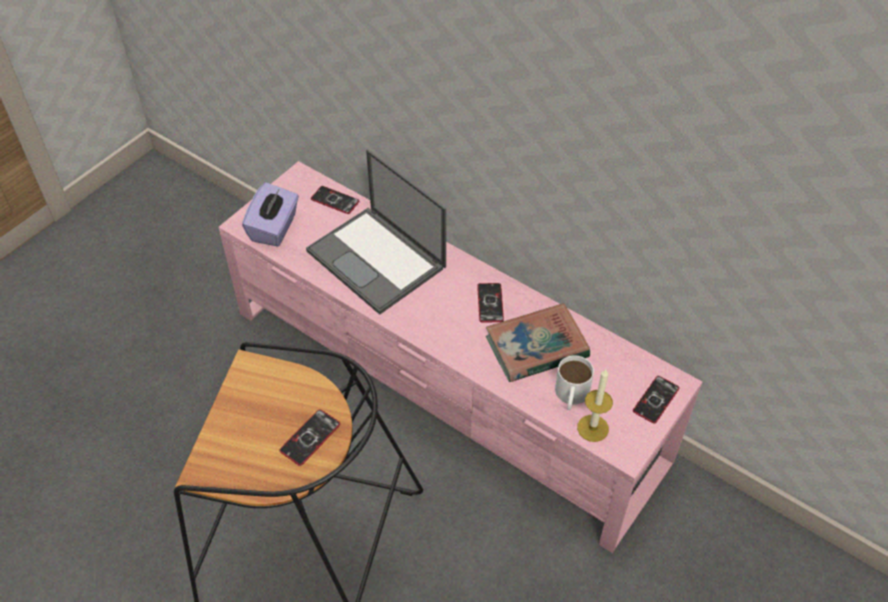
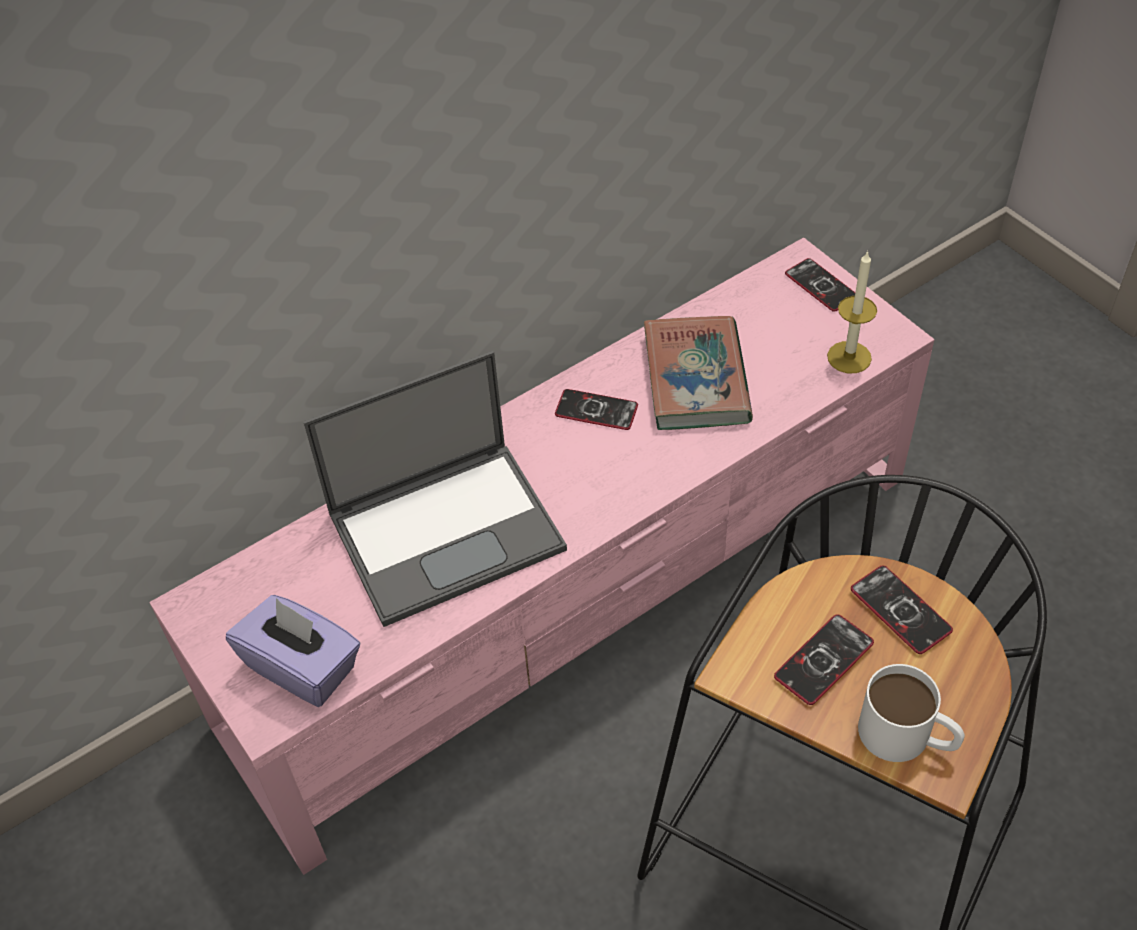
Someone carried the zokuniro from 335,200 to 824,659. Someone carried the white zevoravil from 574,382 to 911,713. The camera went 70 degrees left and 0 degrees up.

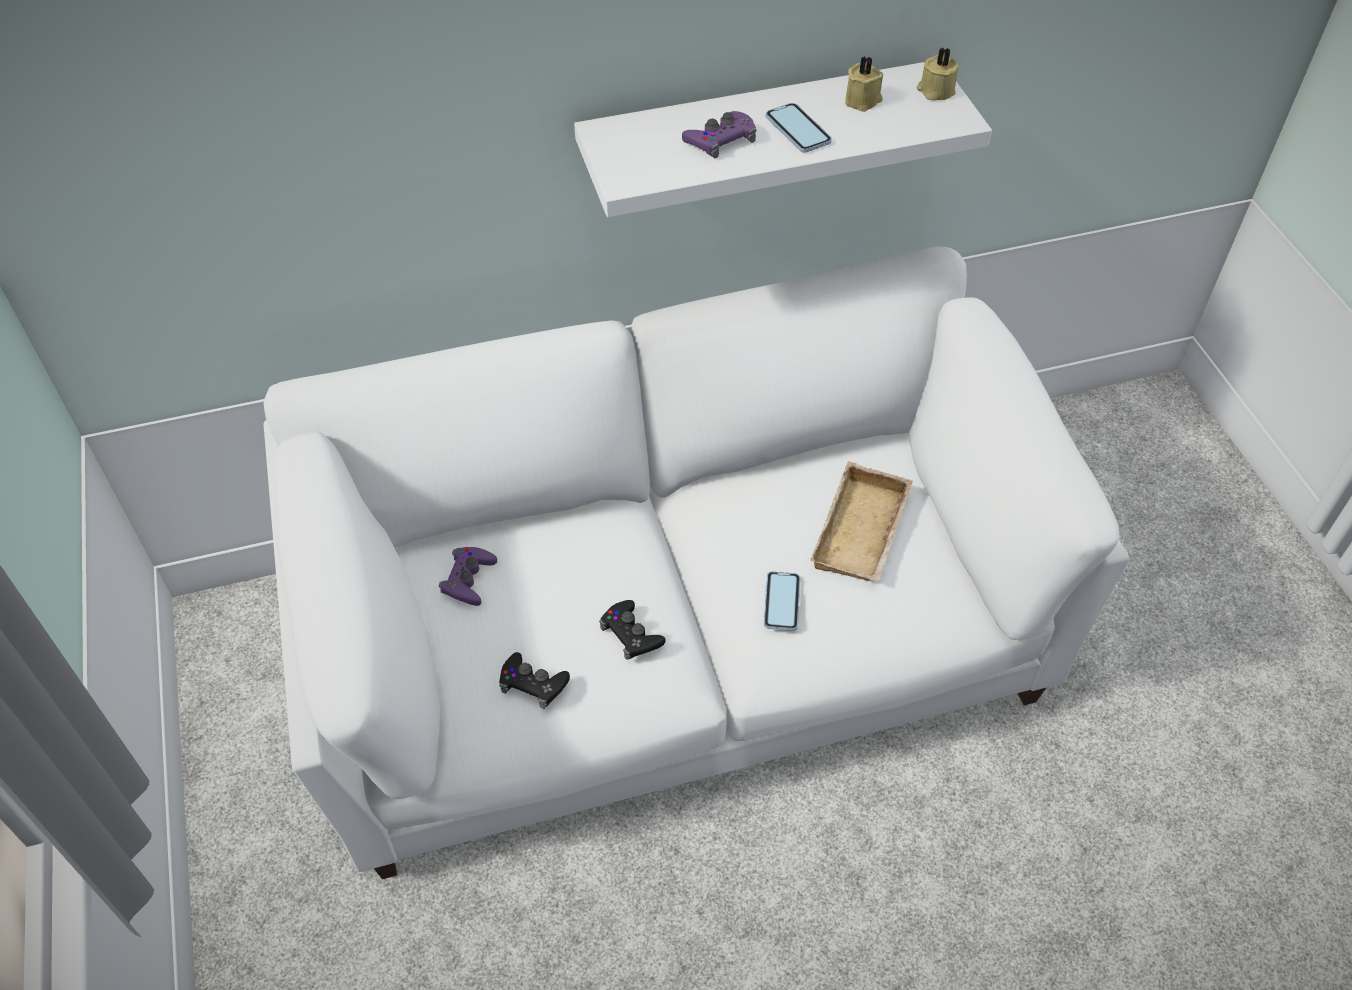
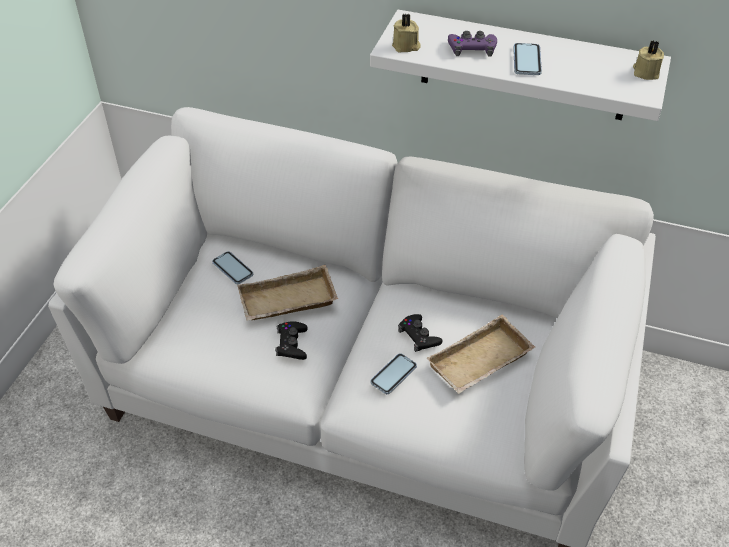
Someone put down the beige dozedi at 287,293. Someone carried the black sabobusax from 534,680 to 420,333. Someone carried the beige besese from 864,84 to 406,33. Someone swapped the purple sabobusax at 468,576 for the zokuniro at 232,267. The camera went 35 degrees right and 5 degrees down.

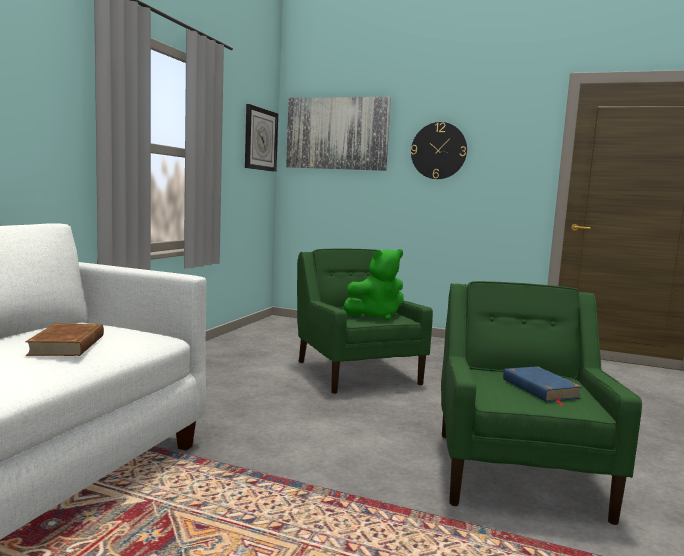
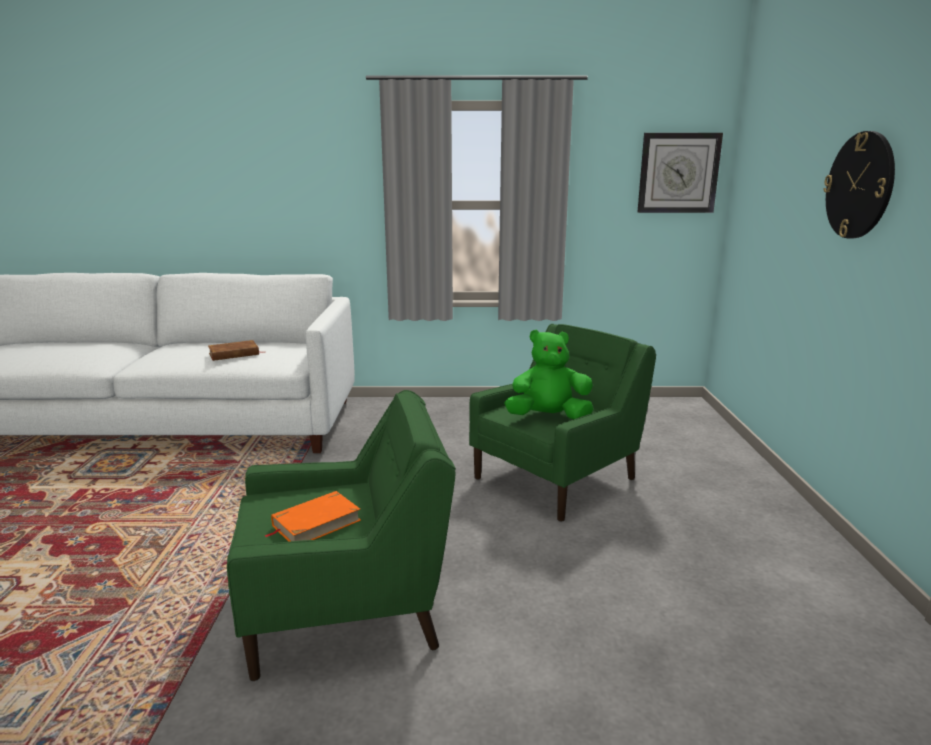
Someone took away the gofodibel at 338,134. Someone repainted the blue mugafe at 543,386, which became the orange mugafe at 312,516. Someone rotated the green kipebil at 373,284 by 135 degrees clockwise. The camera went 70 degrees right and 10 degrees up.

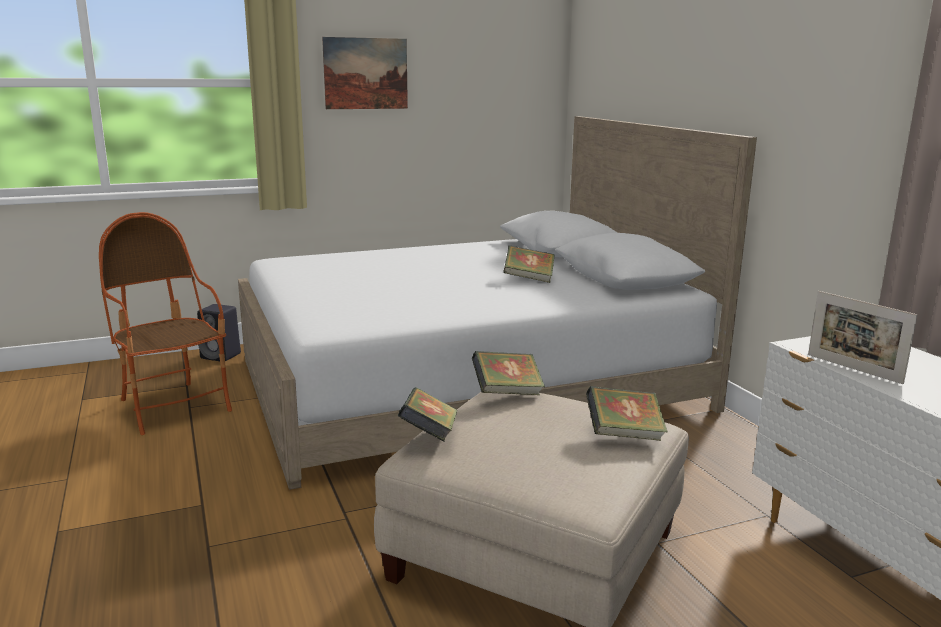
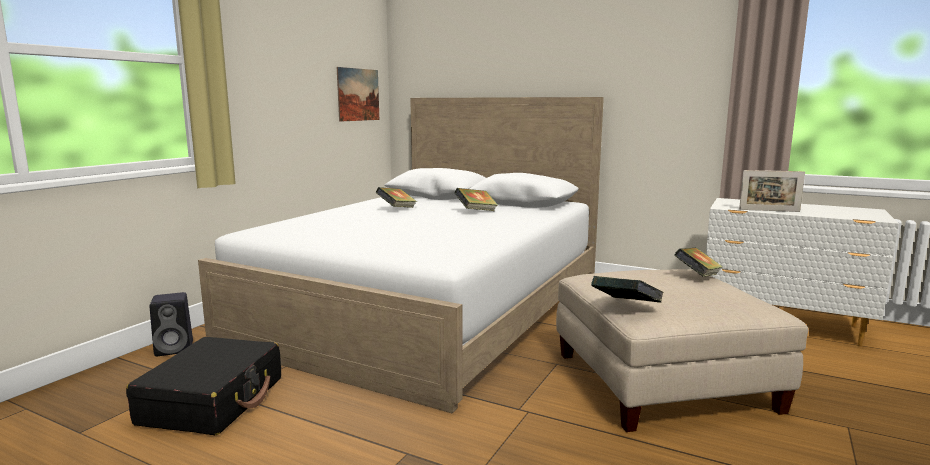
Someone carried the gofodibel from 365,73 to 358,94. Someone carried the mugafe from 508,373 to 396,197. Someone swapped the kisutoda at 165,323 for the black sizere at 203,386. The camera went 40 degrees left and 5 degrees down.

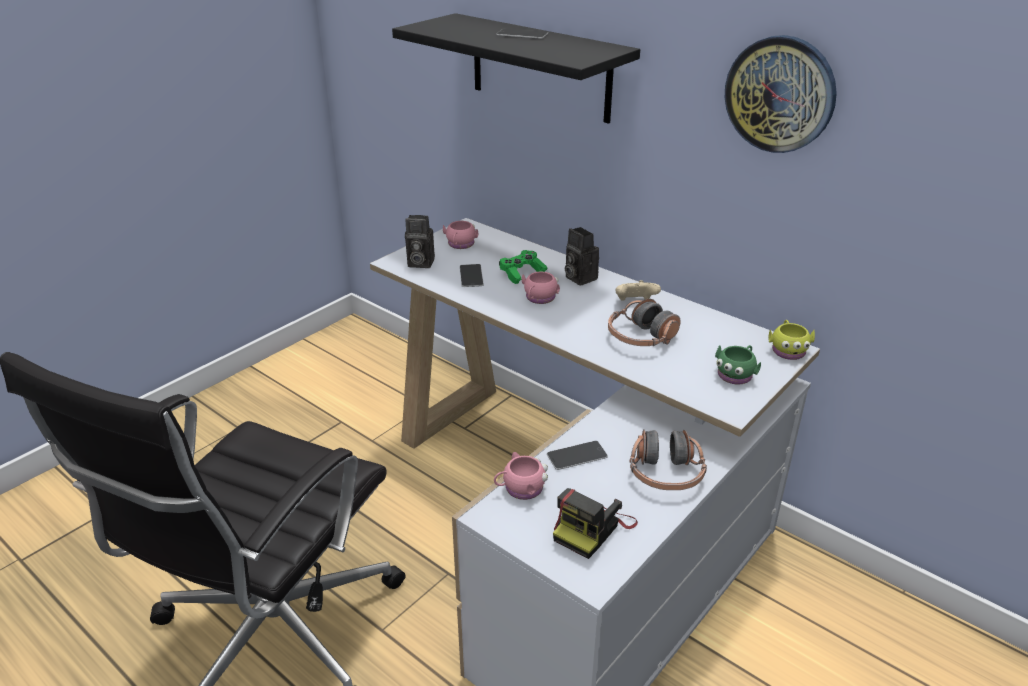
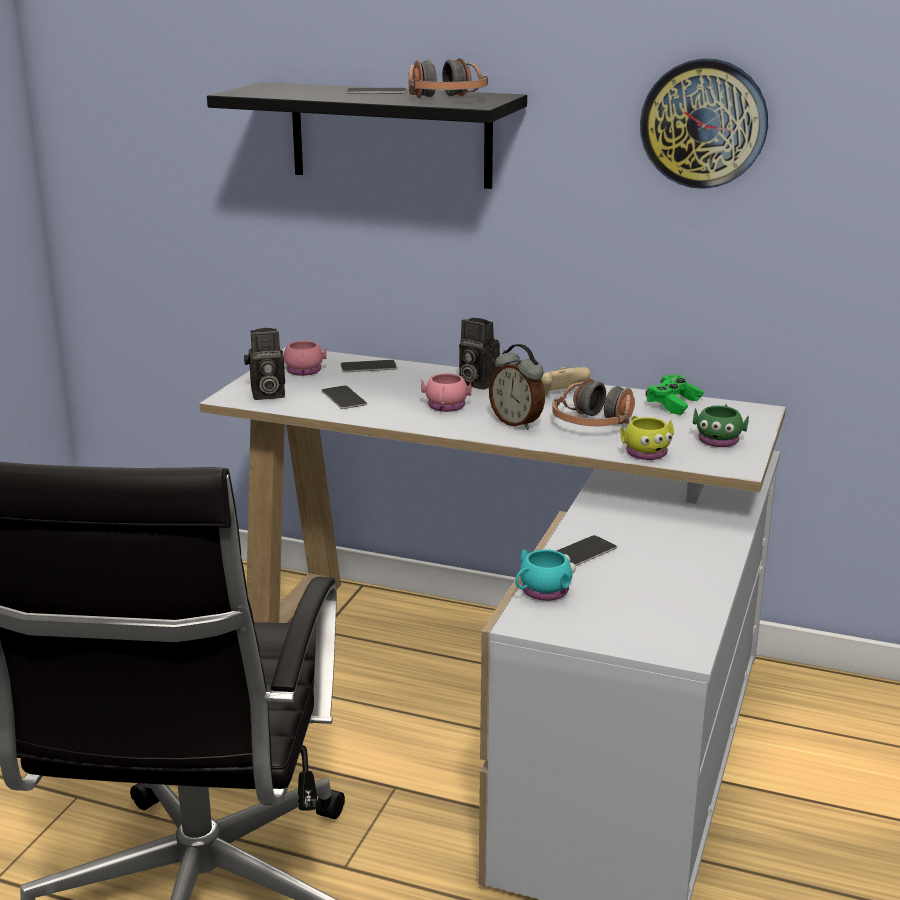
Someone took away the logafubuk at 595,523. Someone put down the zokuniro at 368,366. Someone put down the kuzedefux at 517,387. Someone carried the green sabobusax from 523,267 to 675,395. Someone carried the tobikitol from 668,459 to 448,78. Someone carried the yellow zevoravil from 792,340 to 647,438. Someone repainted the pink zevoravil at 521,476, which became the turquoise zevoravil at 545,575. The camera went 20 degrees left and 10 degrees down.

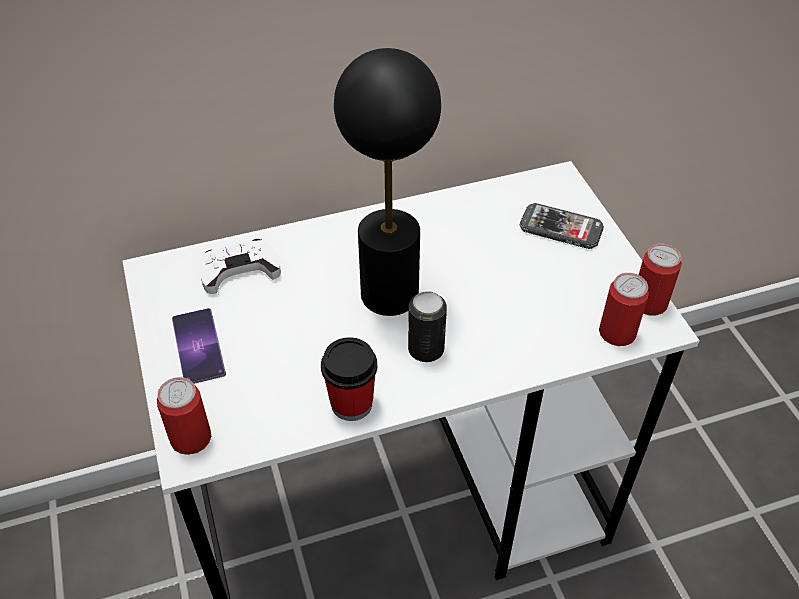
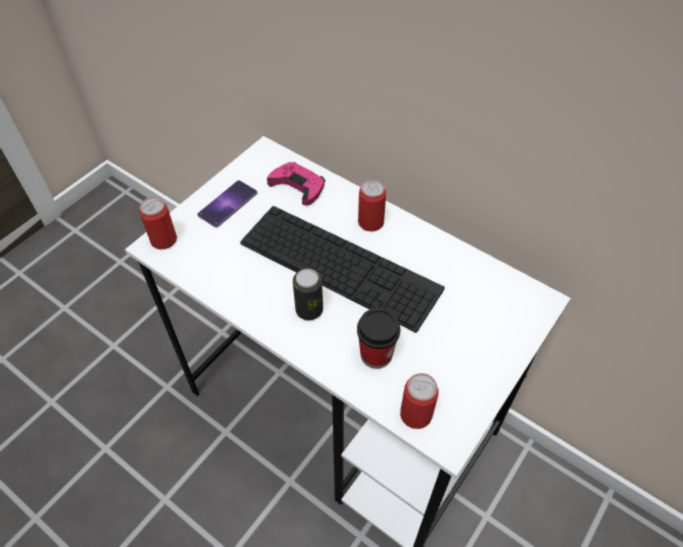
Someone took away the zokuniro at 562,226. Someone carried the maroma from 349,379 to 378,338. Someone carried the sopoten from 660,279 to 372,205. Someone swapped the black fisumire at 387,182 for the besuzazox at 342,269. Someone repainted the white sabobusax at 240,266, which became the pink sabobusax at 296,184. The camera went 55 degrees right and 5 degrees up.

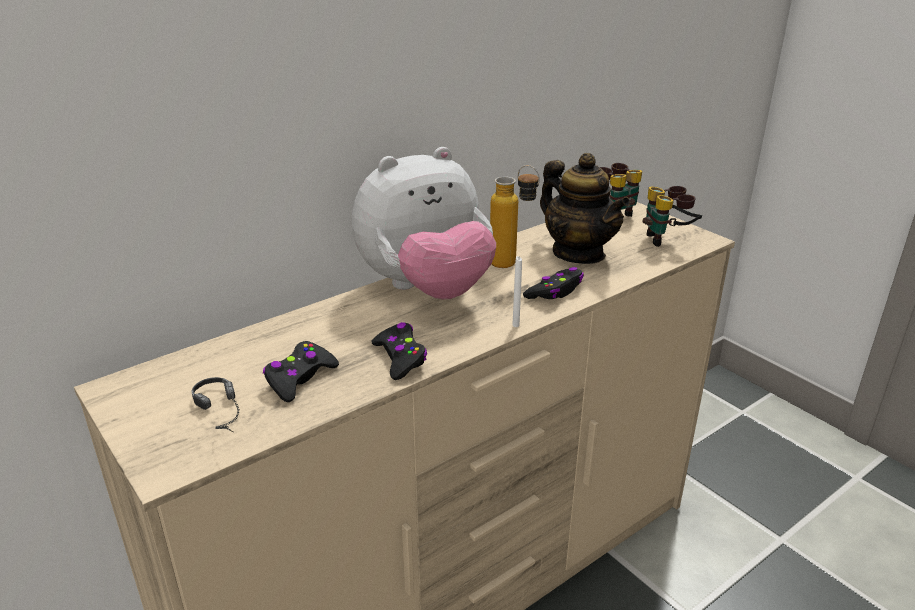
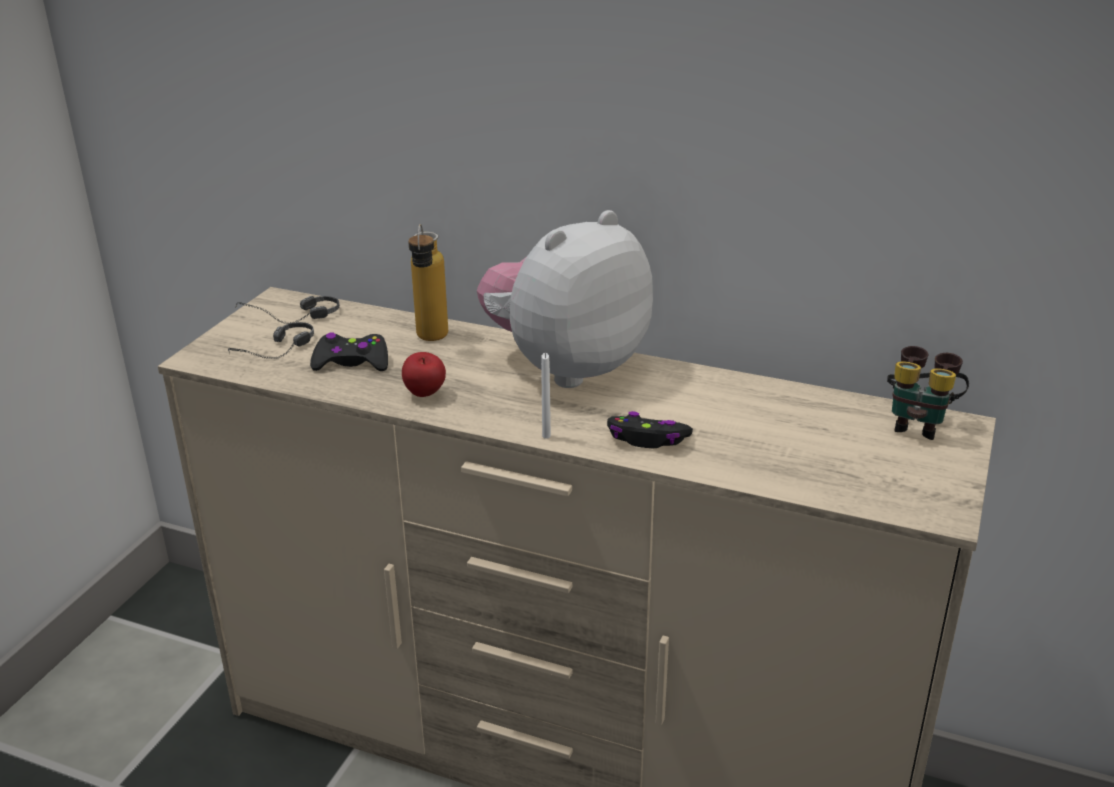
Someone took away the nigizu at 585,208. Someone took away the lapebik at 672,216. Someone put down the tobikitol at 287,310. Someone carried the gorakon from 515,216 to 428,282. Someone swapped the black sabobusax at 399,351 for the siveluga at 424,374. Someone rotated the kipebil at 424,223 by 105 degrees clockwise. The camera went 60 degrees right and 0 degrees up.

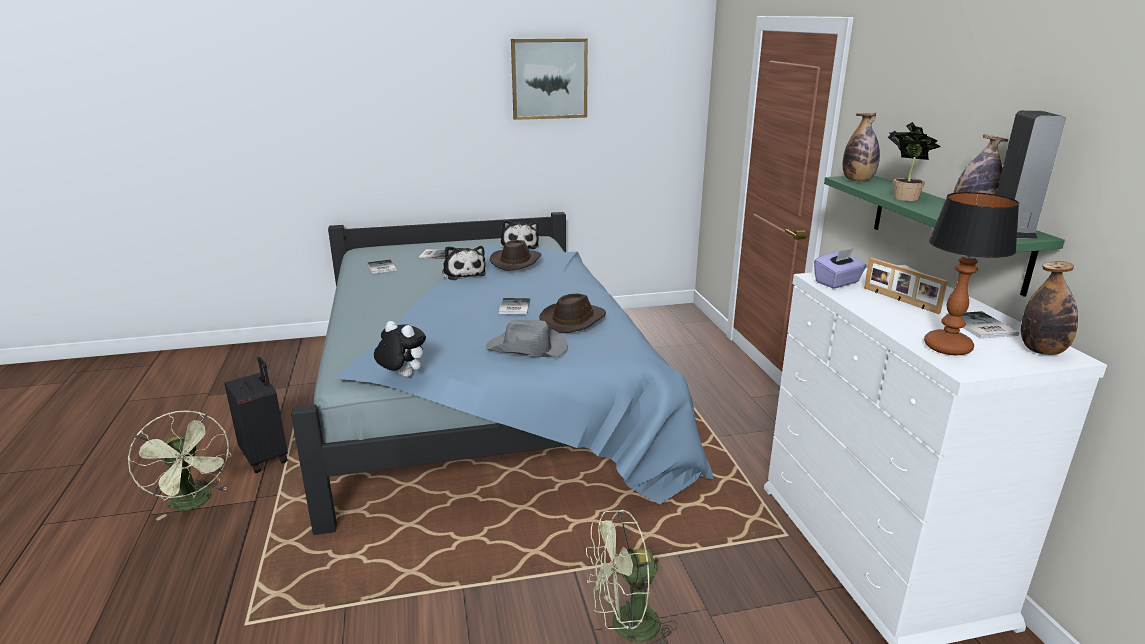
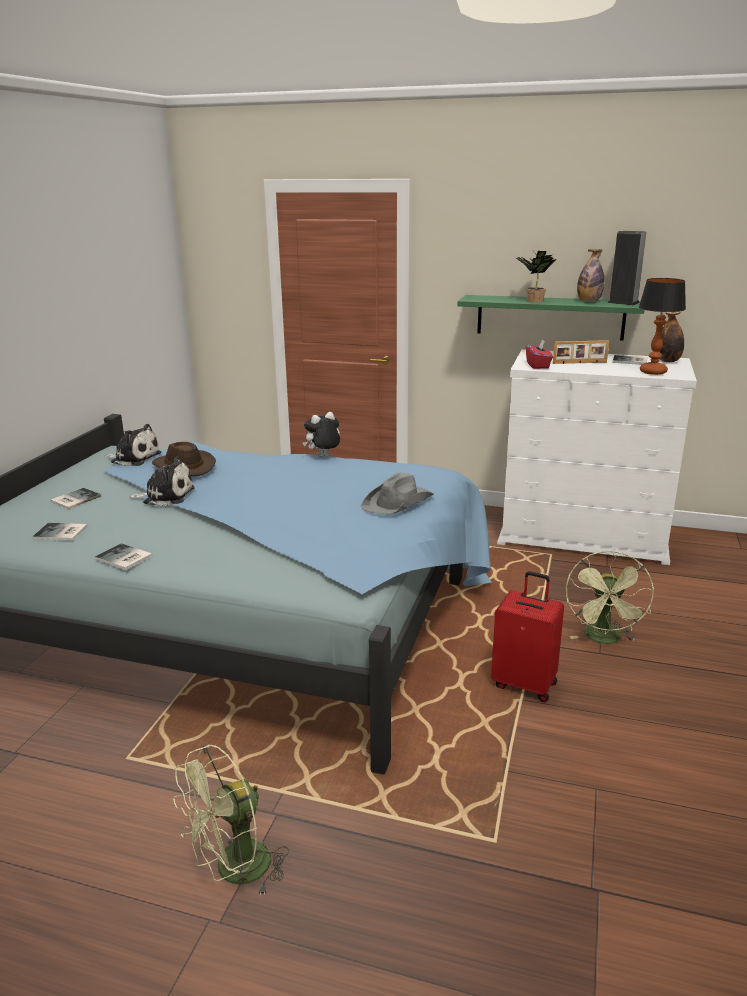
Someone took away the black sizere at 256,415. Someone took away the gofodibel at 549,79. Someone took away the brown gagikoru at 572,313. Someone took away the gorakon at 861,147. Someone put down the red sizere at 527,636. Someone carried the kipebil from 400,349 to 321,434. Someone carried the mugafe from 514,306 to 123,556. Someone repainted the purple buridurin at 840,268, which became the red buridurin at 539,354. Someone rotated the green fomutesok at 180,465 by 150 degrees clockwise. The camera went 60 degrees left and 0 degrees up.

